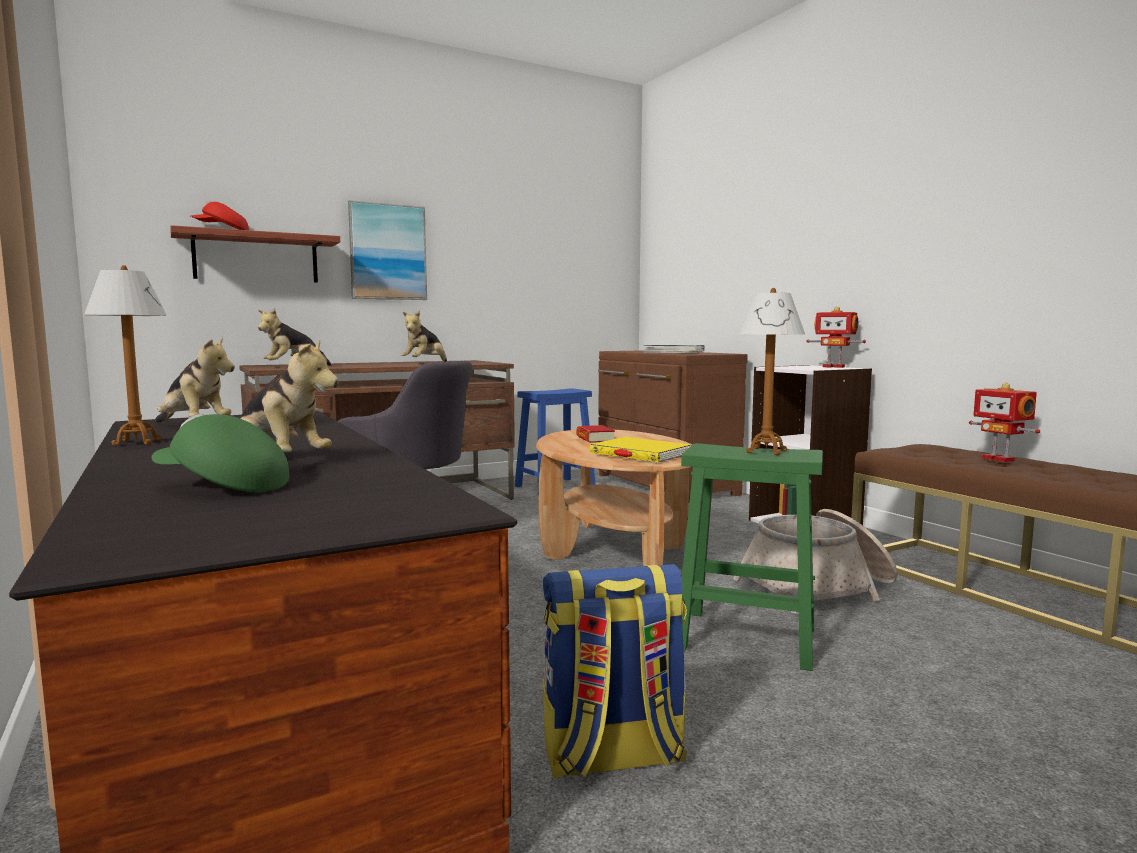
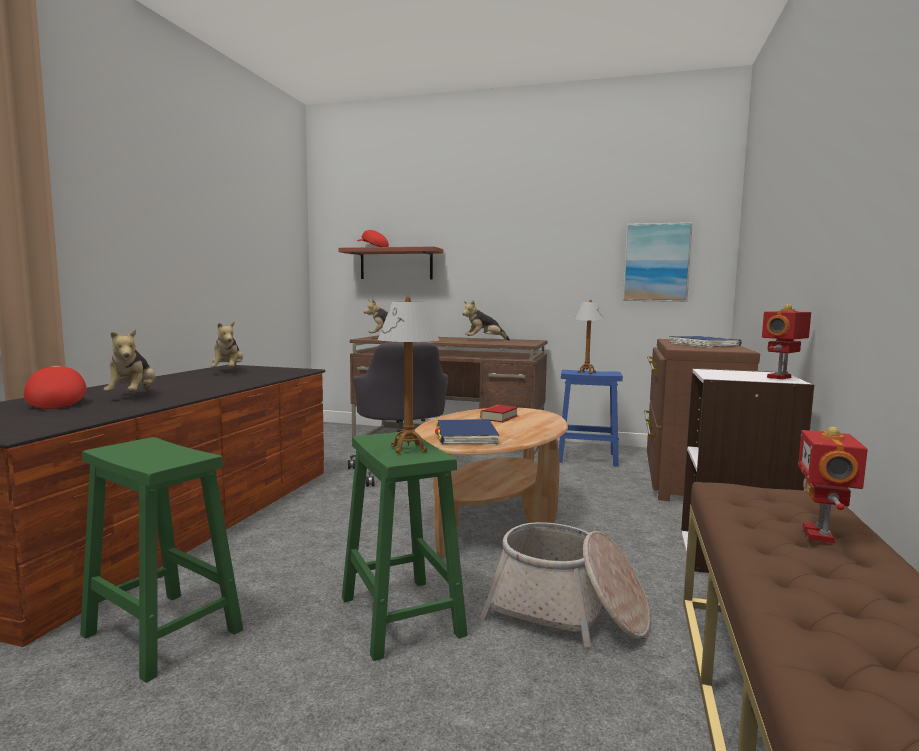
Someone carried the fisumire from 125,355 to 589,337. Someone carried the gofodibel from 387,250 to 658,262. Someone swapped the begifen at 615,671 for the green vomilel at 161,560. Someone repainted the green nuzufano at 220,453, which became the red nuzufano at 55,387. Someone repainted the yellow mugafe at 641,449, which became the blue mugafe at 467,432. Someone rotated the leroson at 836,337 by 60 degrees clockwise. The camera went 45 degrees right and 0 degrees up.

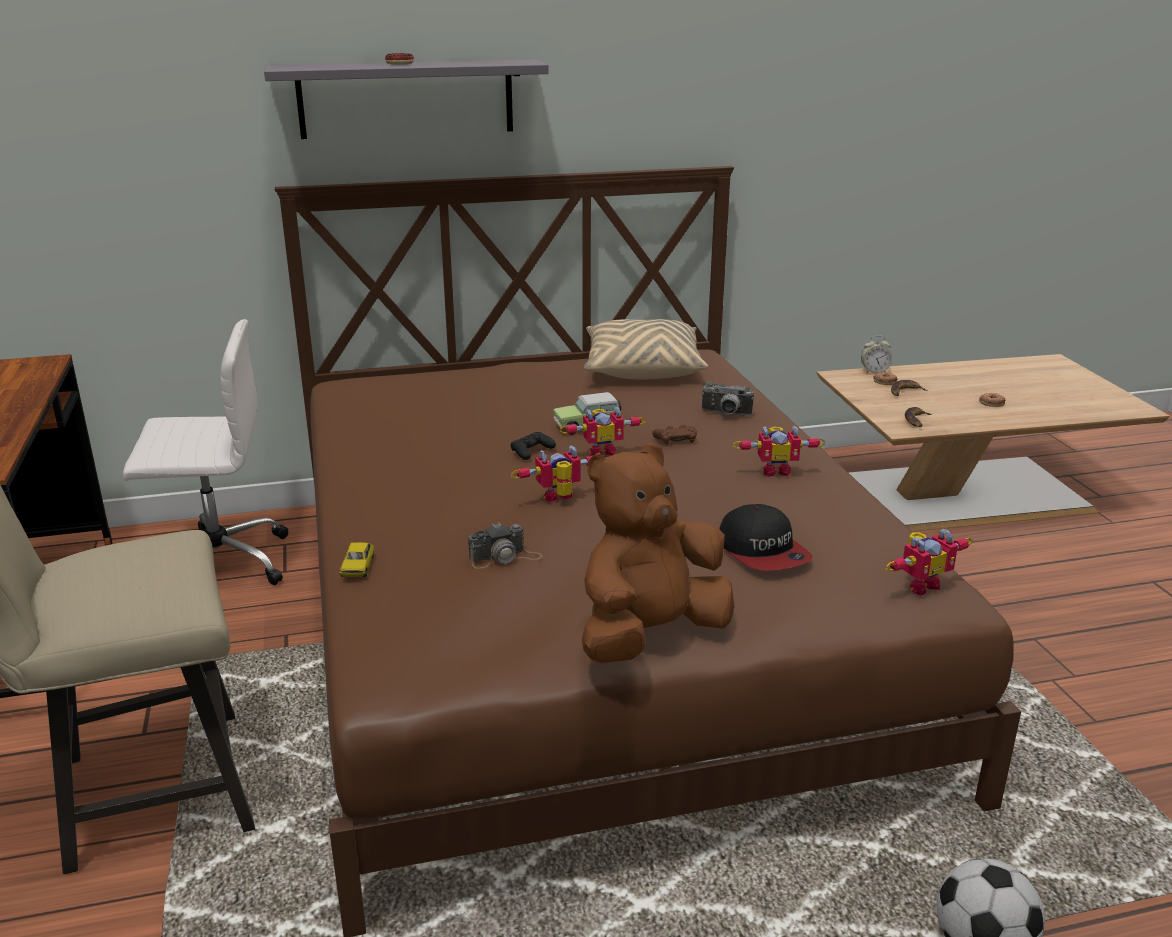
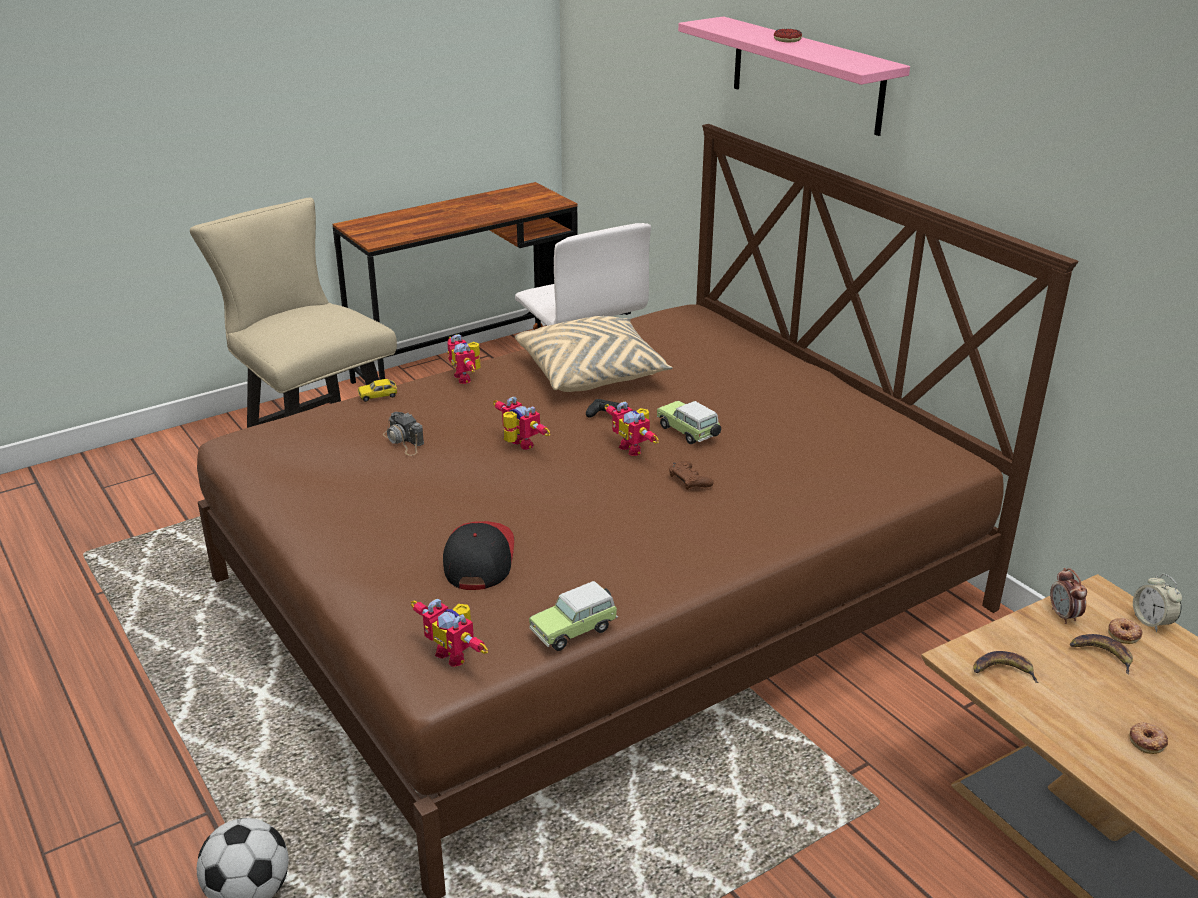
Someone took away the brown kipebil at 658,553. Someone took away the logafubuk at 728,399. Someone put down the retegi at 573,616. Someone put down the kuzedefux at 1068,596. Someone carried the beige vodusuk from 646,349 to 594,354. Someone carried the leroson from 779,451 to 464,359. Someone repainted the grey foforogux at 406,99, which became the pink foforogux at 794,76. Someone rotated the nuzufano at 766,537 by 135 degrees clockwise. The camera went 70 degrees right and 5 degrees up.

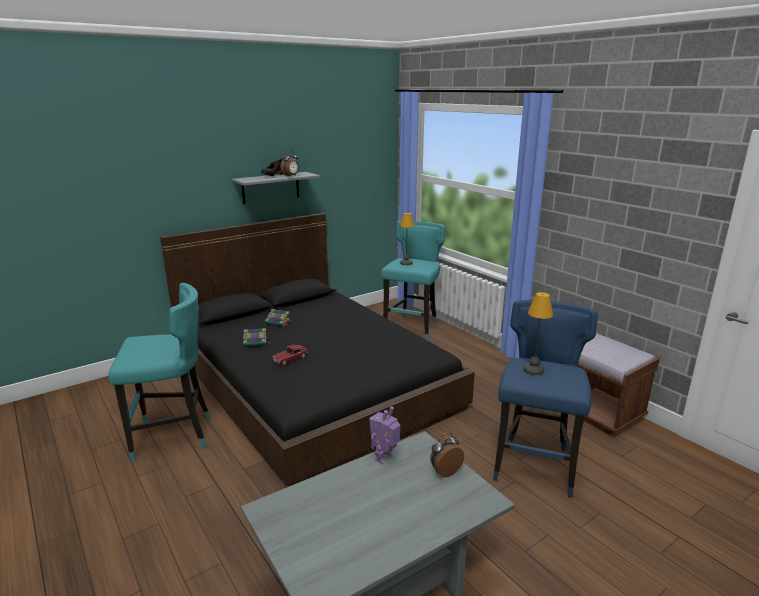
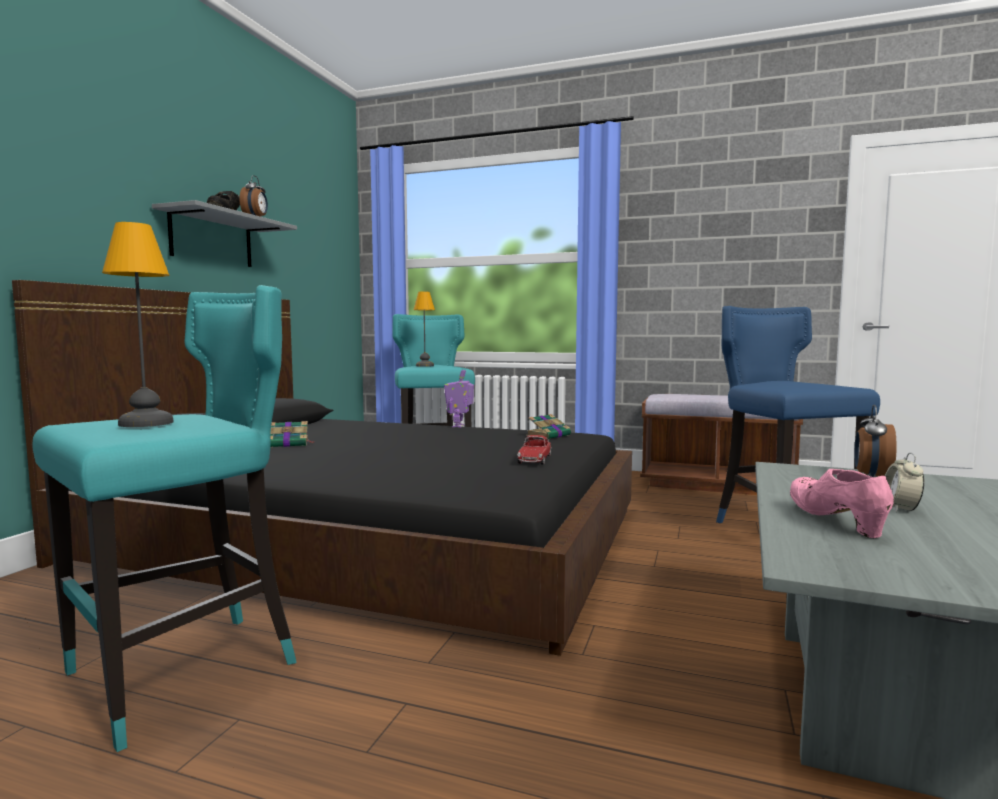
Someone put down the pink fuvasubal at 842,503. Someone put down the kuzedefux at 904,482. Someone carried the mugafe from 256,337 to 548,426. Someone carried the retegi from 290,355 to 534,450. Someone carried the leroson from 384,435 to 459,398. Someone carried the fisumire from 538,333 to 137,324. The camera went 35 degrees left and 15 degrees down.

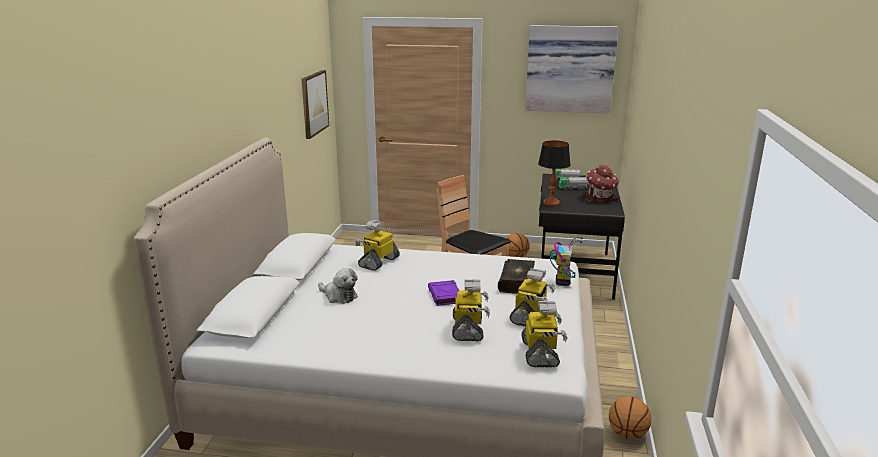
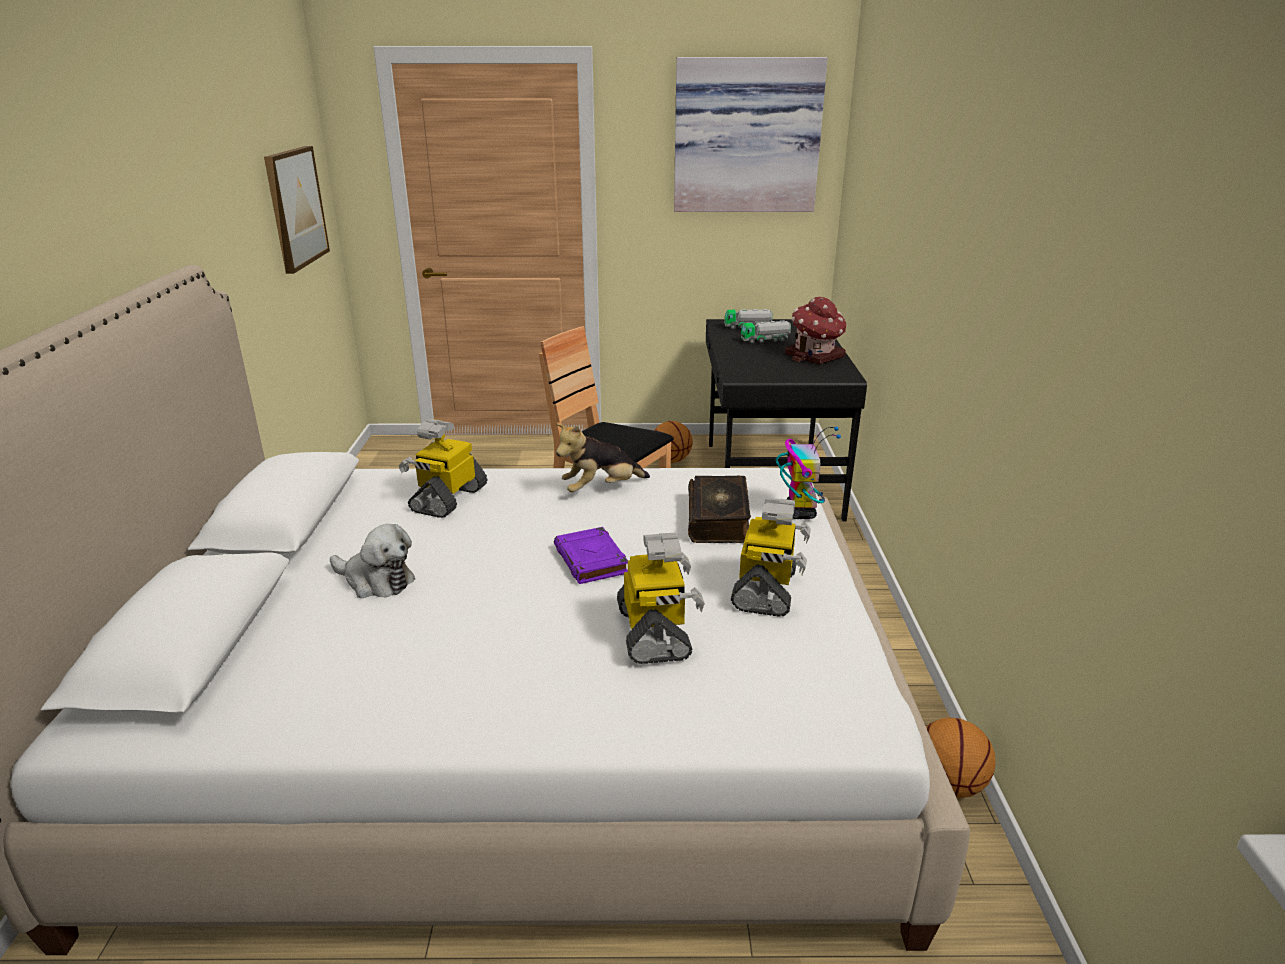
Someone took away the leroson at 544,334. Someone took away the fisumire at 554,173. Someone put down the kipebil at 603,457. The camera went 10 degrees left and 5 degrees up.

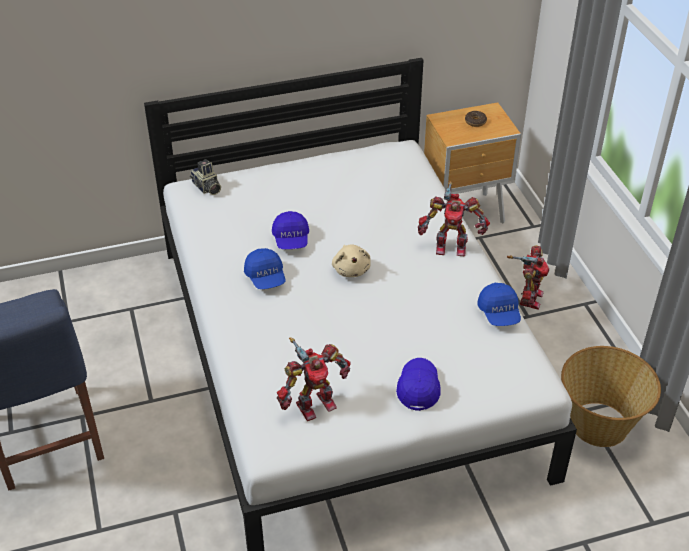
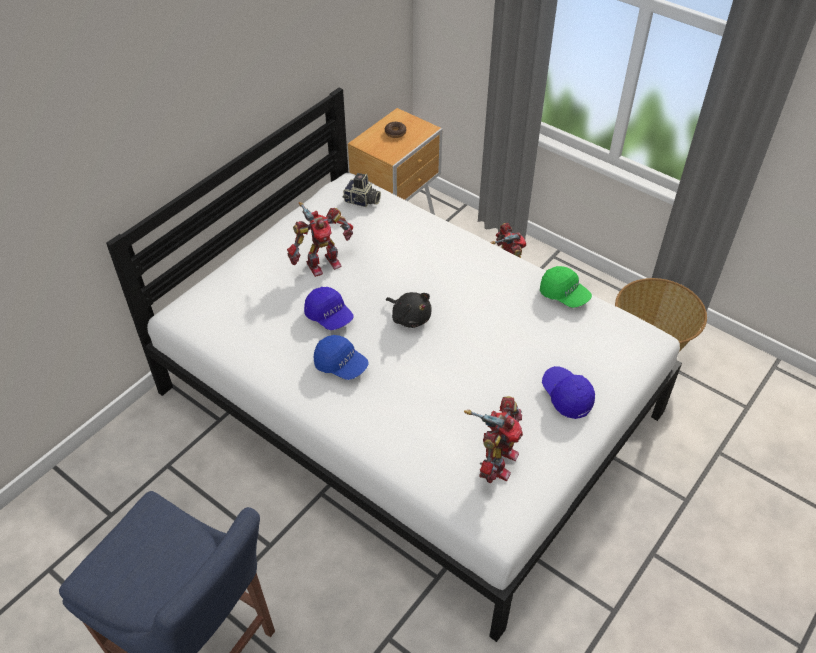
Someone carried the logafubuk from 205,177 to 361,190. Someone carried the leroson from 454,218 to 320,239. Someone repainted the beige kipebil at 351,261, which became the black kipebil at 409,310. Someone repainted the blue nuzufano at 499,304, which became the green nuzufano at 566,287. The camera went 35 degrees left and 5 degrees up.

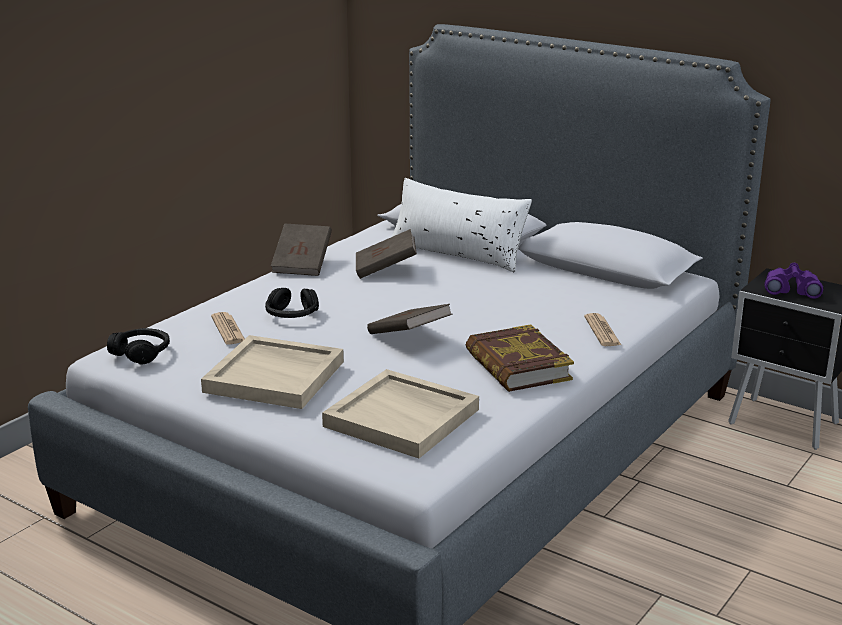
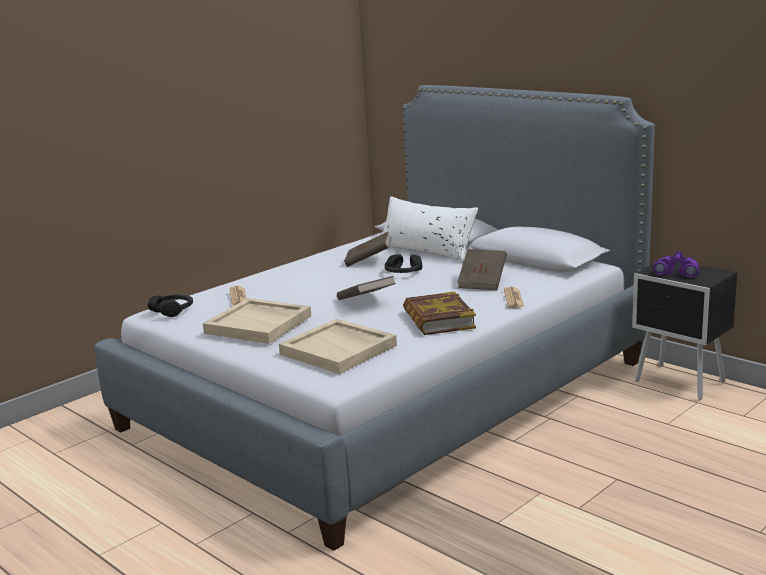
Someone carried the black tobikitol from 292,303 to 403,263. Someone carried the brown mugafe from 301,249 to 482,269. The camera went 10 degrees right and 5 degrees down.

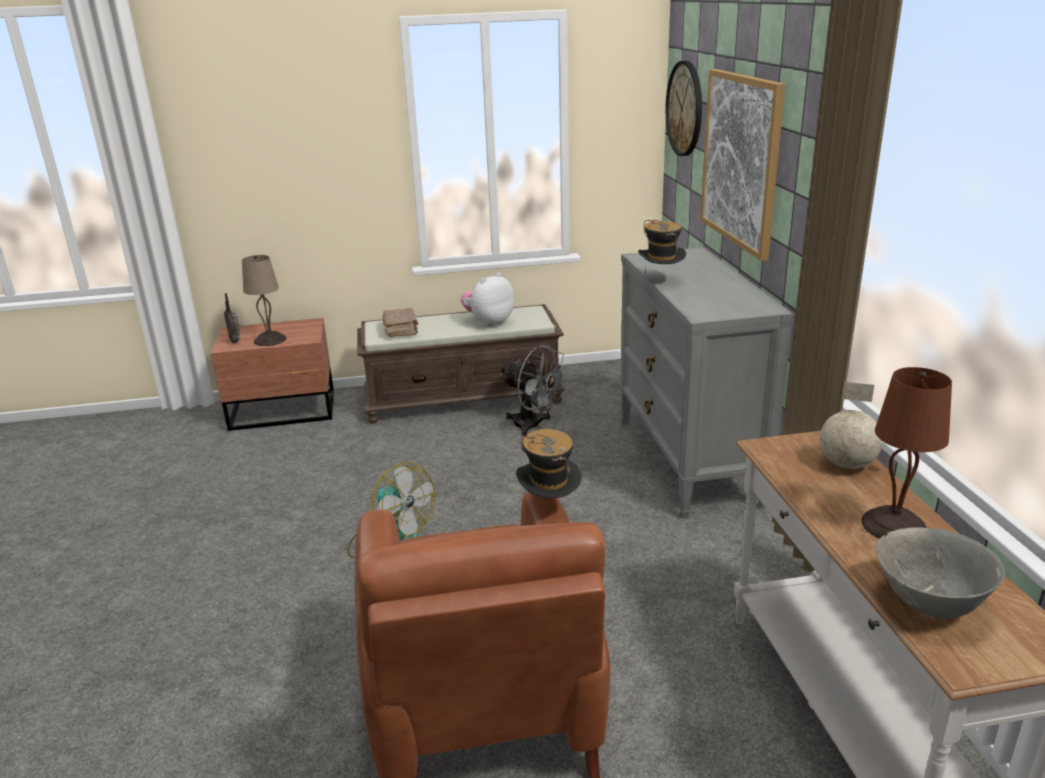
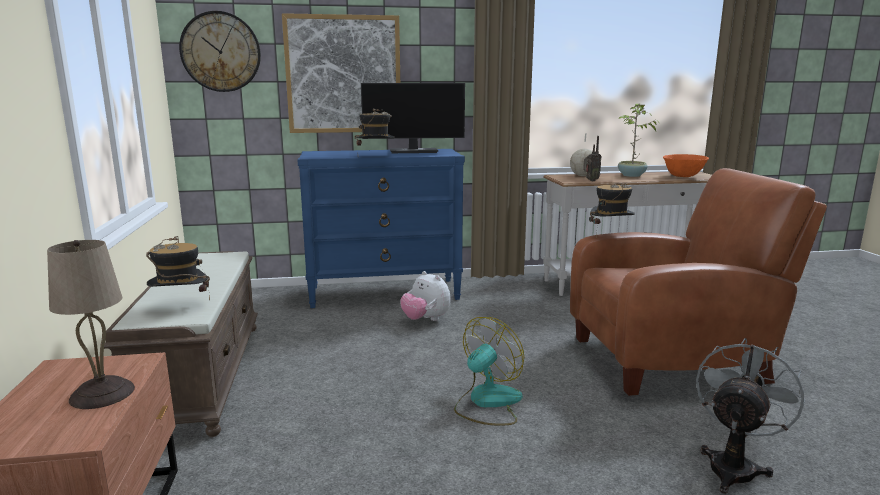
Someone put down the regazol at 413,118. Someone carried the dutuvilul from 232,318 to 592,158. Someone carried the kipebil from 488,299 to 425,296. Someone carried the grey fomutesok from 534,390 to 750,416. Someone swapped the brown mugafe at 400,322 for the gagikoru at 178,268. Someone swapped the brown fisumire at 906,453 for the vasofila at 638,140. Someone repainted the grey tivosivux at 706,383, which became the blue tivosivux at 381,228. Someone repainted the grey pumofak at 940,572, which became the orange pumofak at 686,165. The camera went 90 degrees left and 10 degrees down.

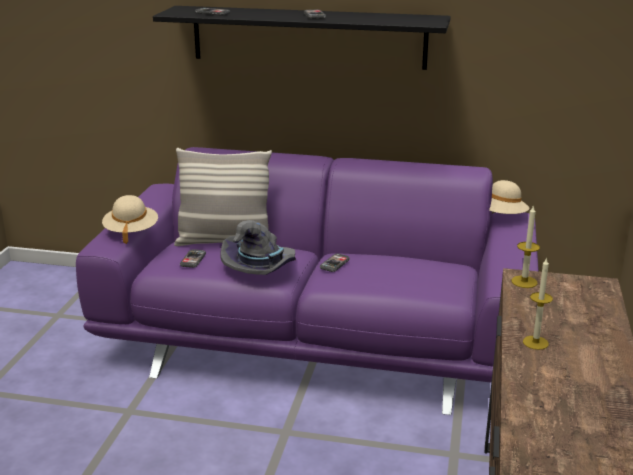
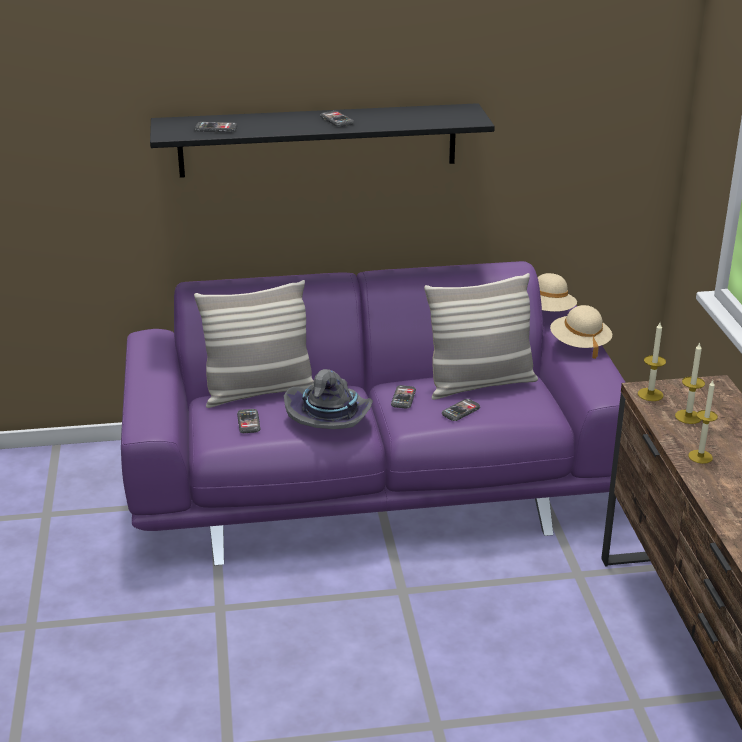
Someone put down the vodusuk at 481,336. Someone put down the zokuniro at 461,410. Someone put down the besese at 690,383. Someone carried the beige gagikoru from 130,219 to 581,332. The camera went 20 degrees left and 5 degrees up.

